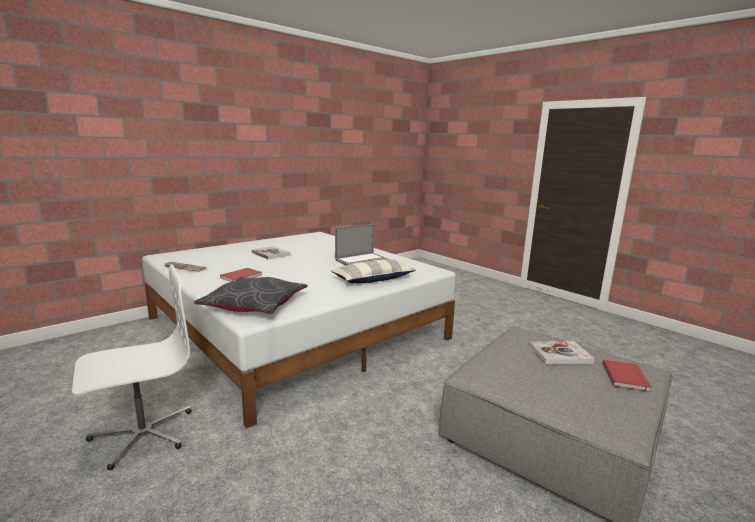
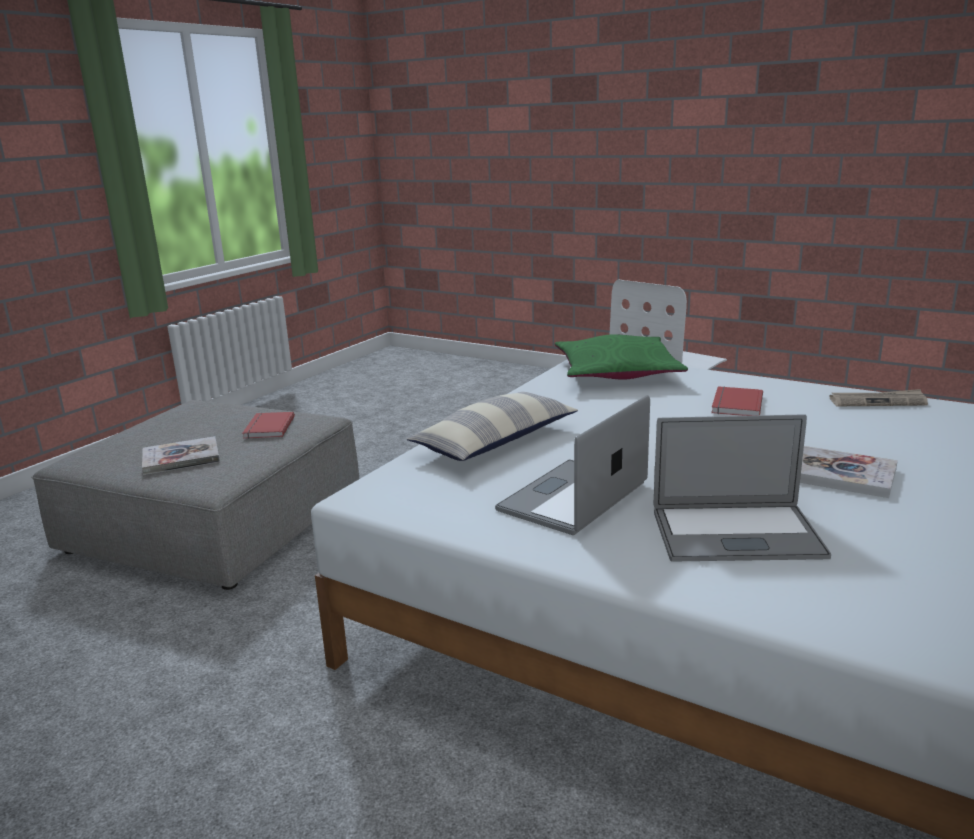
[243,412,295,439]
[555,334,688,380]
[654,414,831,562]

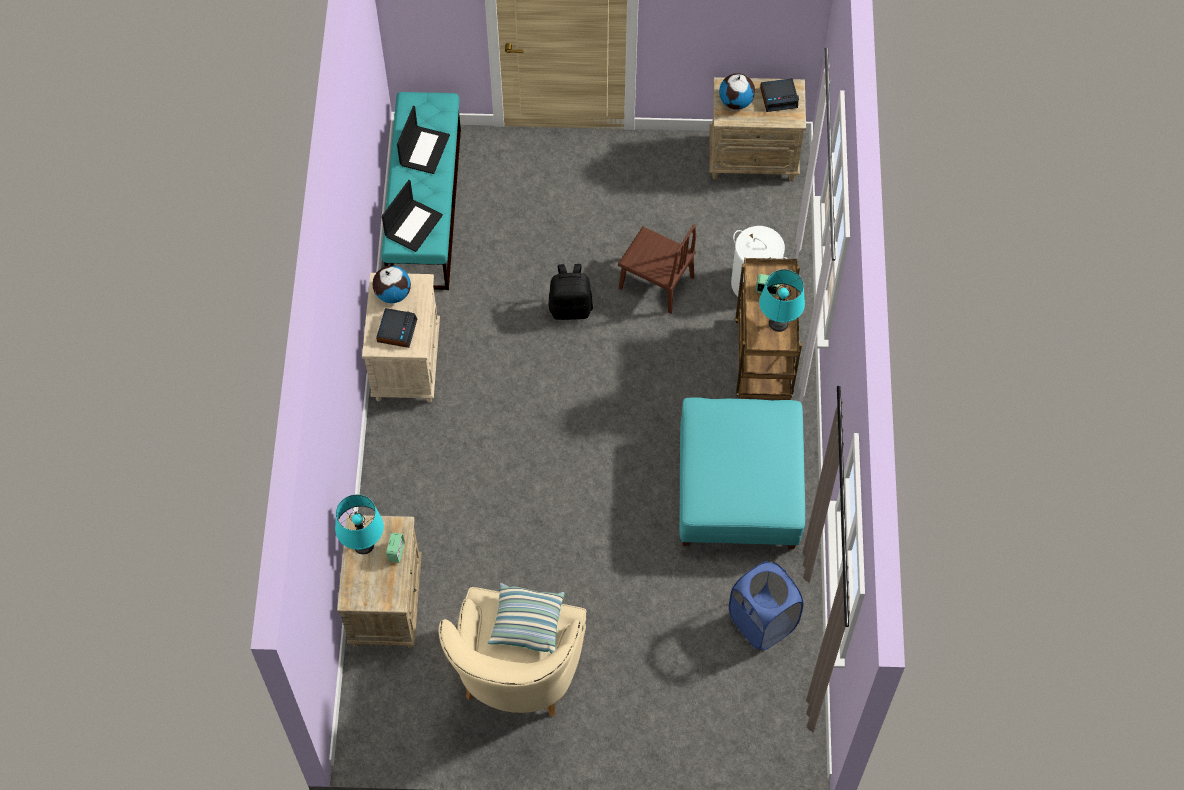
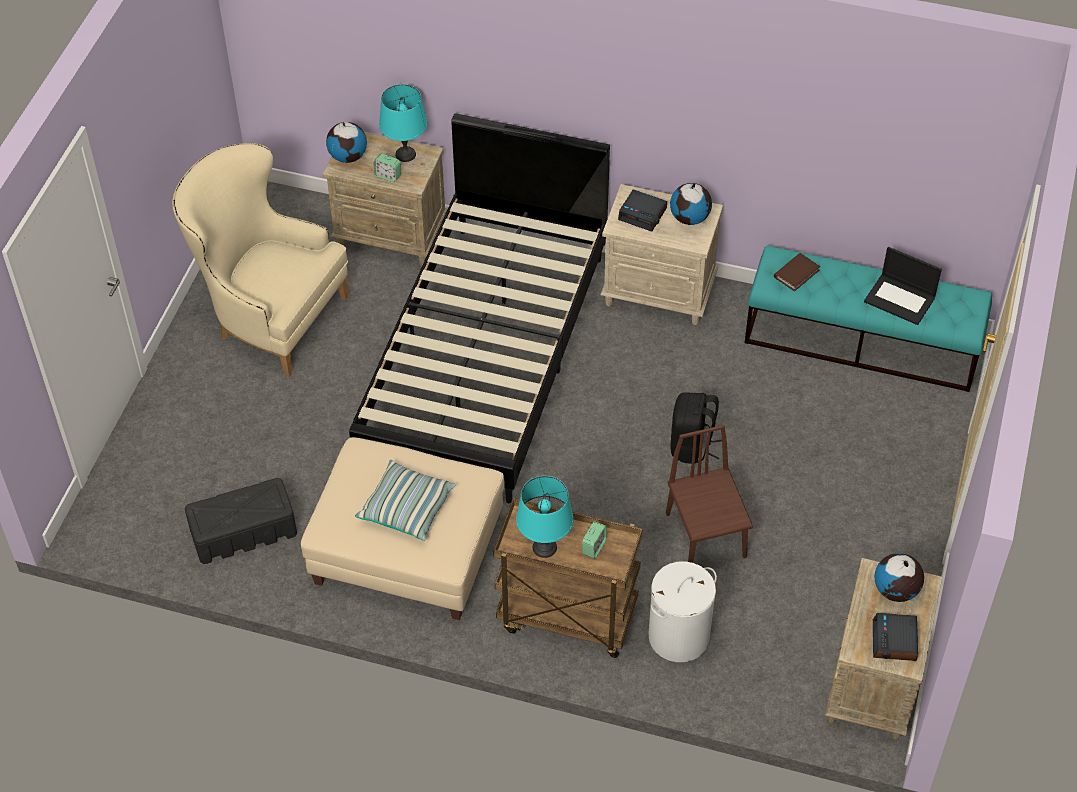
[185,478,297,564]
[301,437,505,620]
[326,121,367,163]
[349,113,610,503]
[355,460,456,541]
[666,425,753,563]
[774,253,820,291]

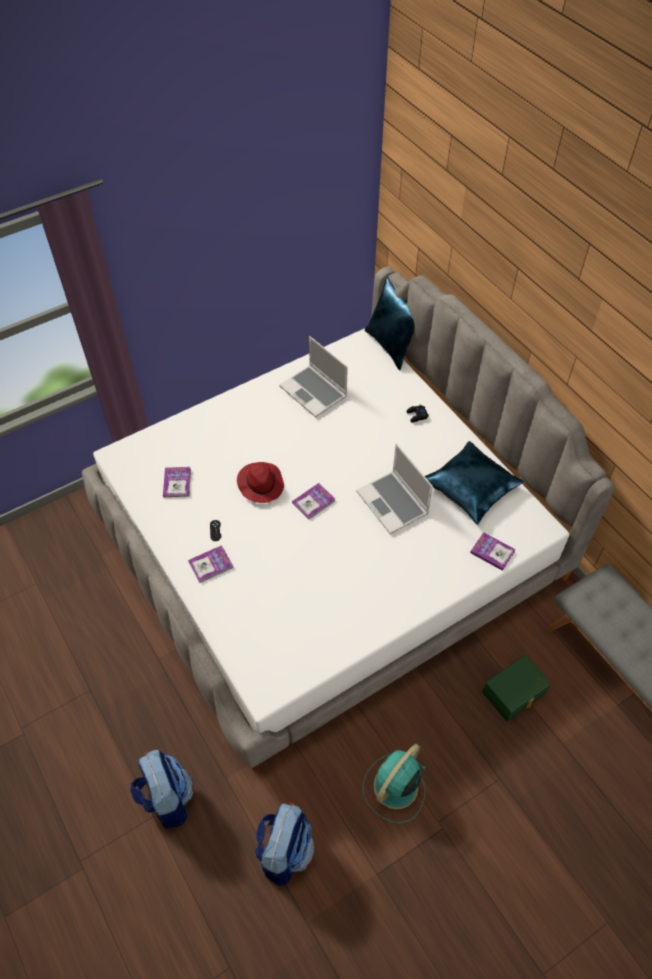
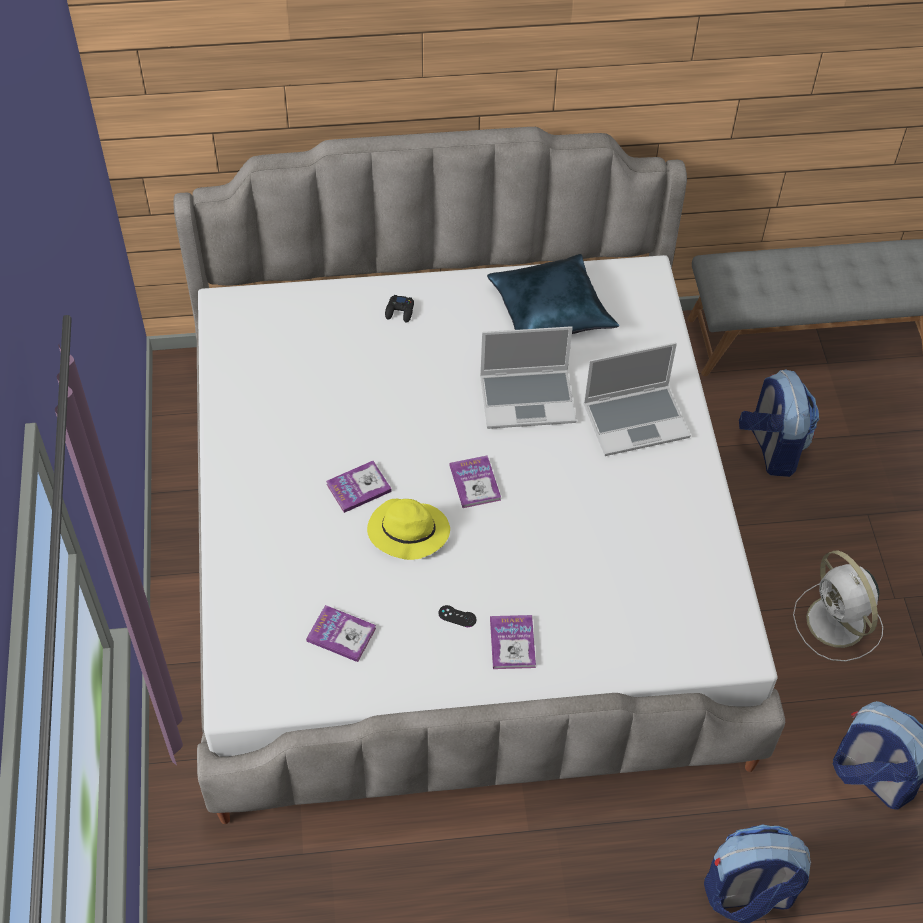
[326,461,392,513]
[367,499,450,560]
[583,343,691,456]
[739,369,819,477]
[793,551,883,661]
[365,277,415,370] (first image)

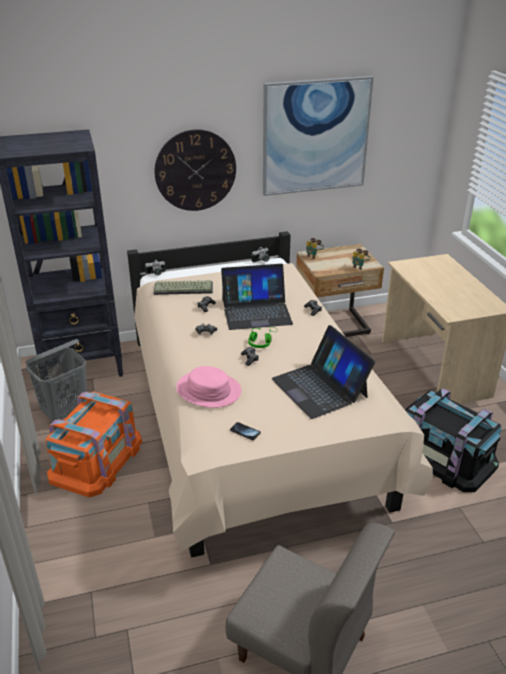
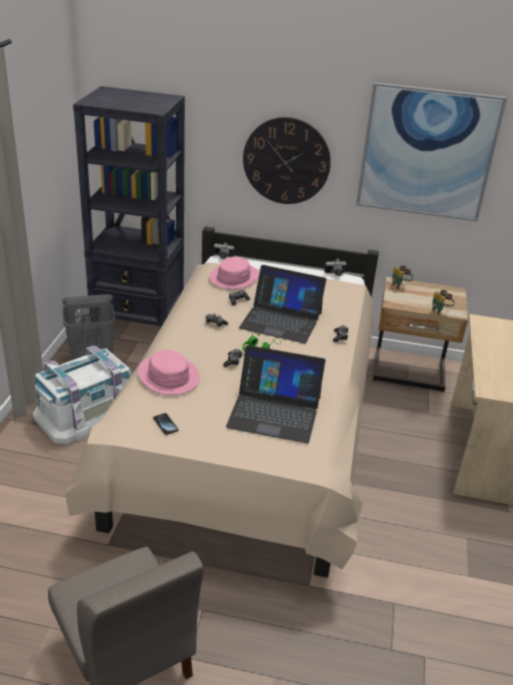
[33,345,131,444]
[209,257,259,289]
[226,345,325,443]
[405,389,501,492] (first image)

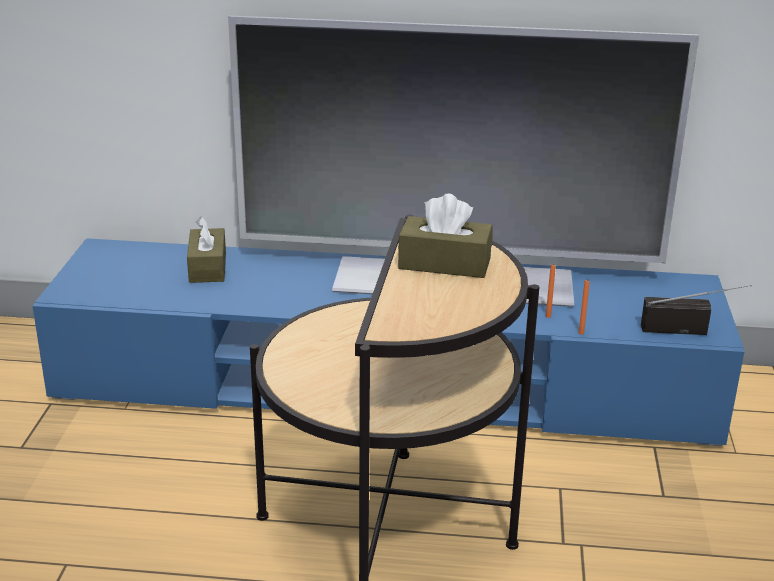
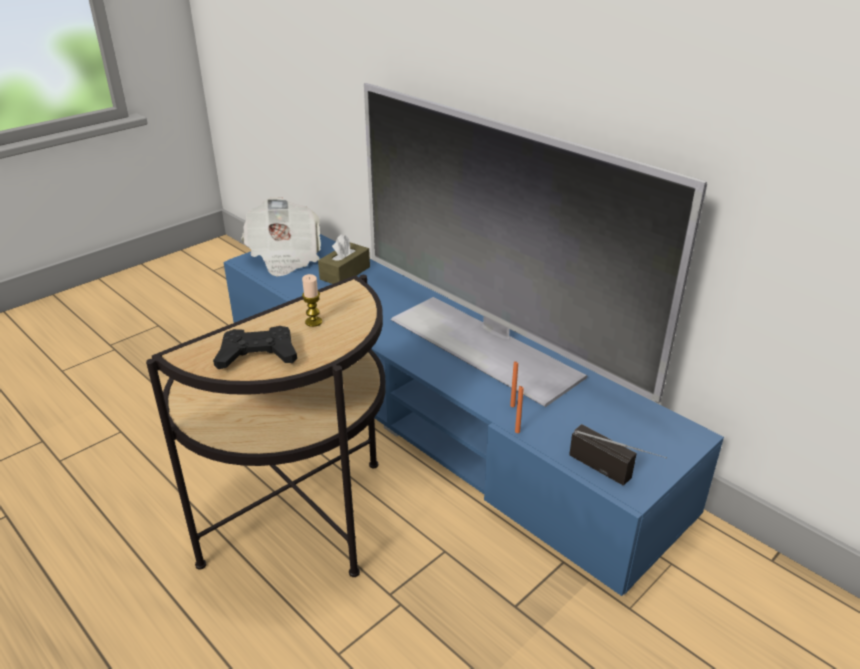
[213,326,297,369]
[242,197,321,277]
[302,274,322,327]

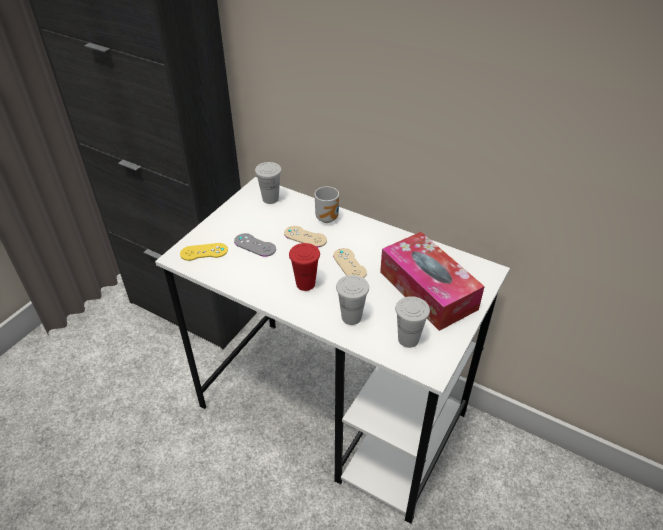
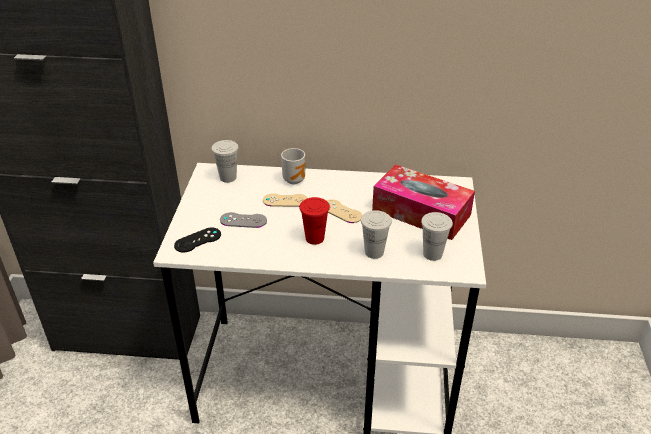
[174,227,221,253]

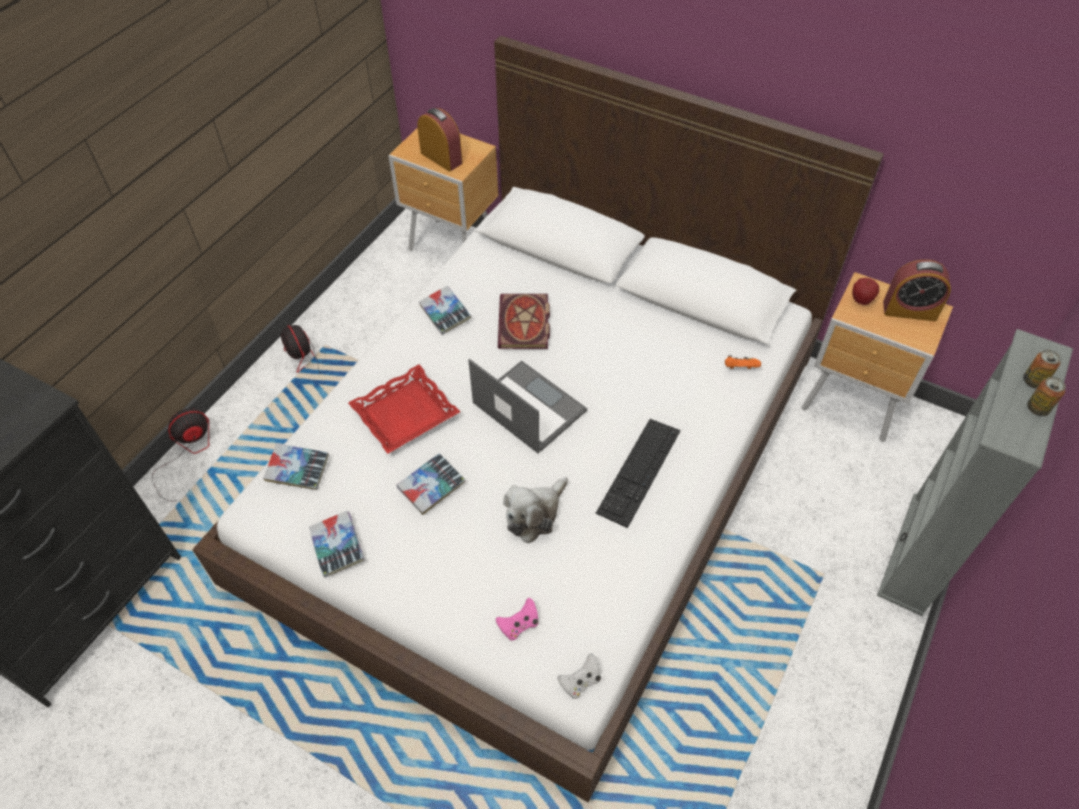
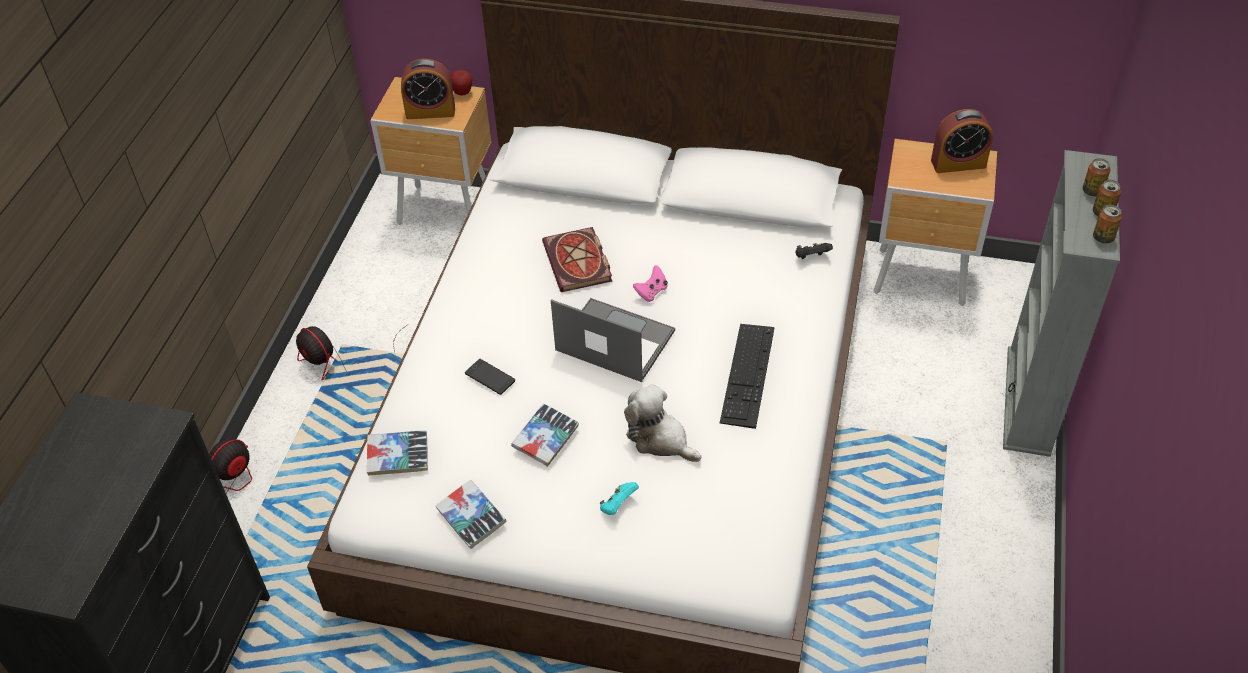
[401,59,455,119]
[450,69,473,96]
[465,359,515,395]
[600,482,639,515]
[624,384,701,462]
[633,265,668,302]
[796,243,833,259]
[1093,205,1122,244]
[419,286,472,335] (first image)
[557,653,601,699] (first image)

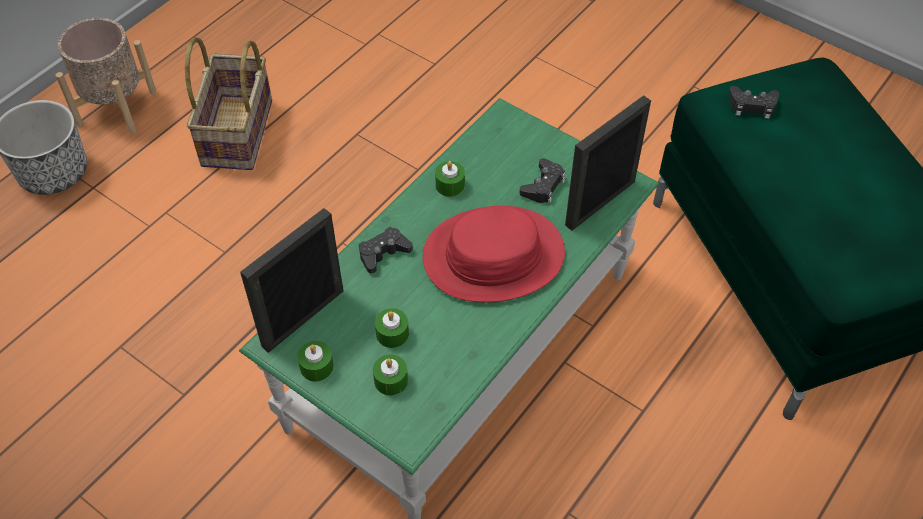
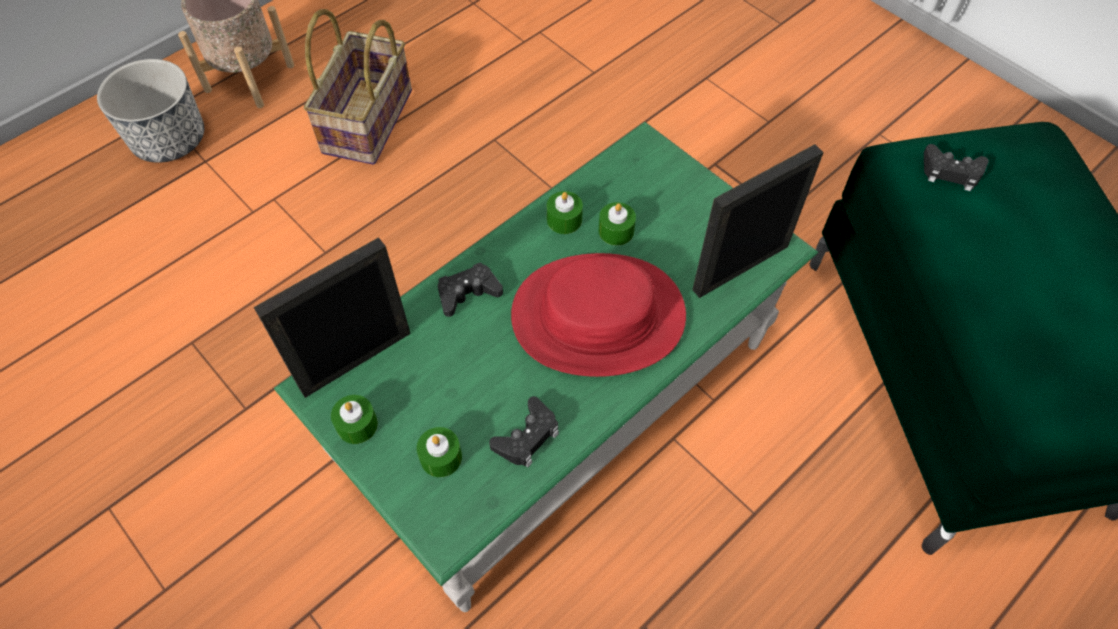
[489,396,559,467]
[599,202,636,246]

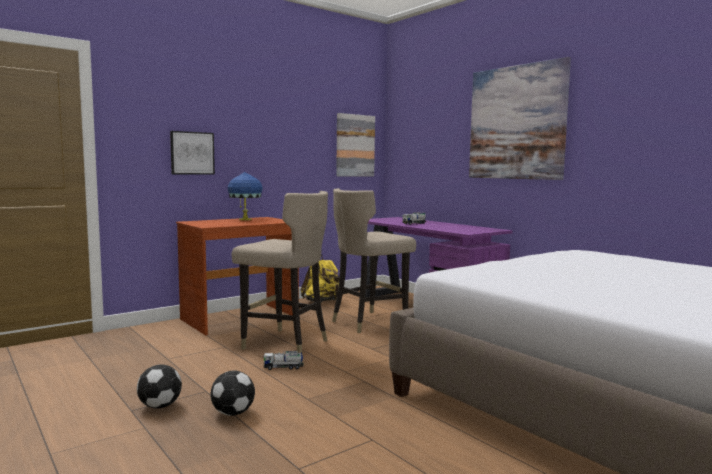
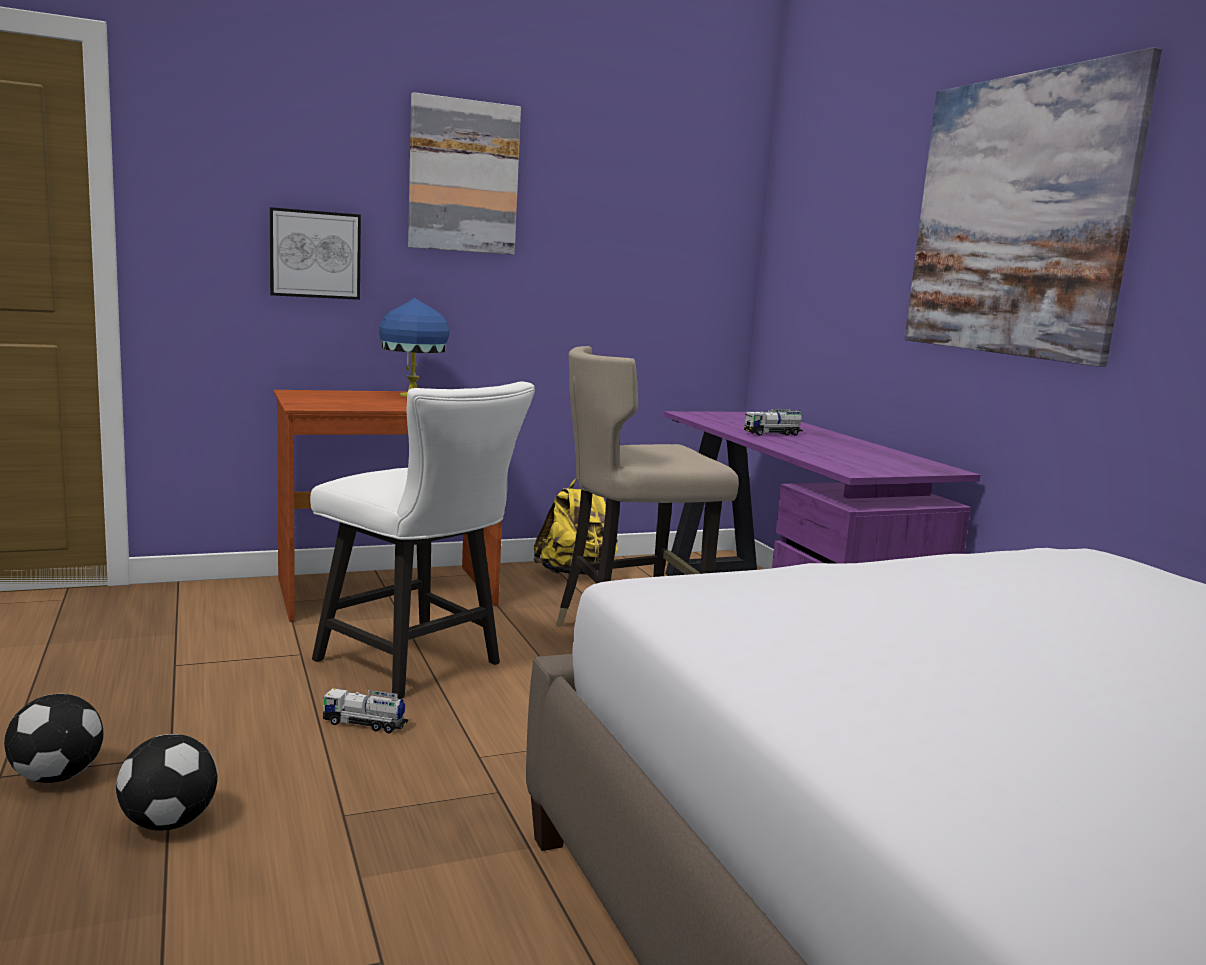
[310,381,535,699]
[408,92,521,255]

